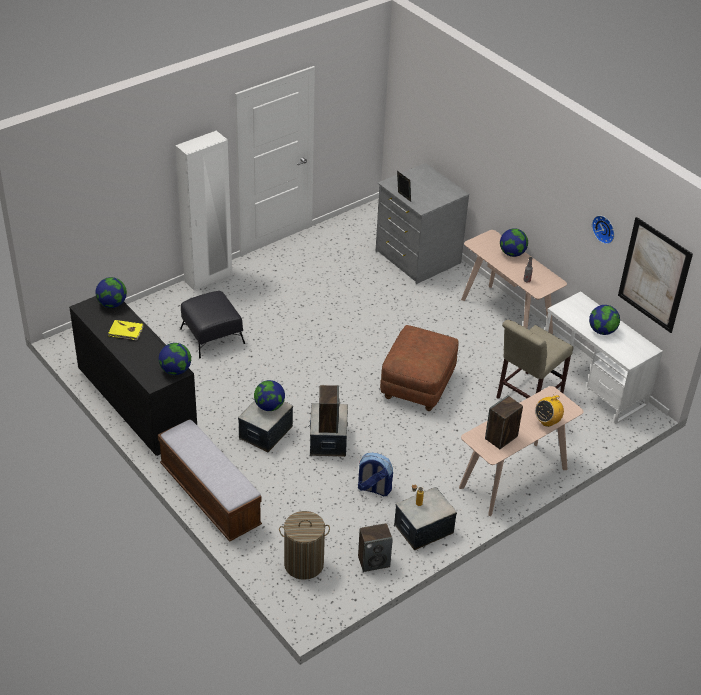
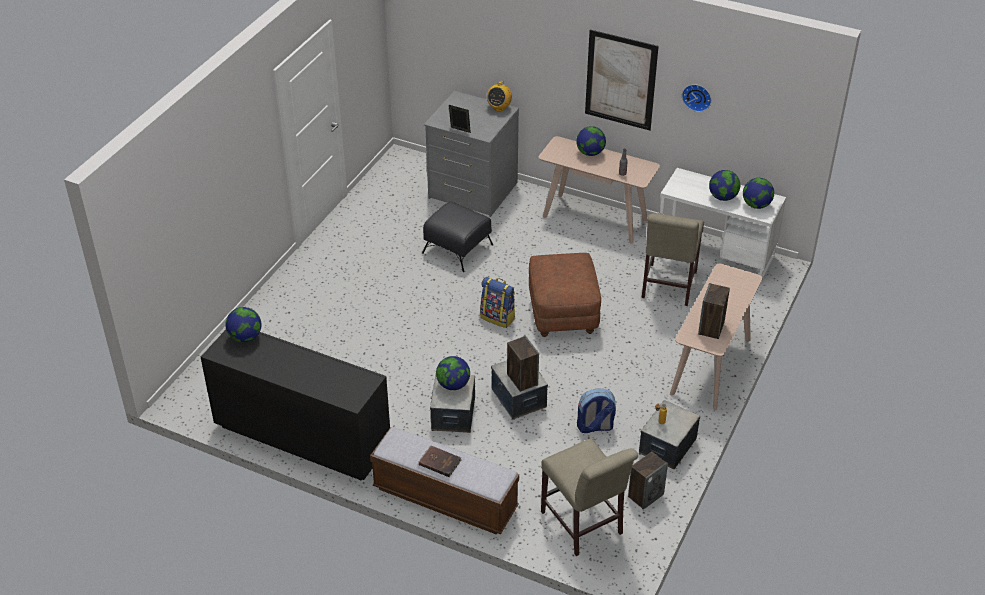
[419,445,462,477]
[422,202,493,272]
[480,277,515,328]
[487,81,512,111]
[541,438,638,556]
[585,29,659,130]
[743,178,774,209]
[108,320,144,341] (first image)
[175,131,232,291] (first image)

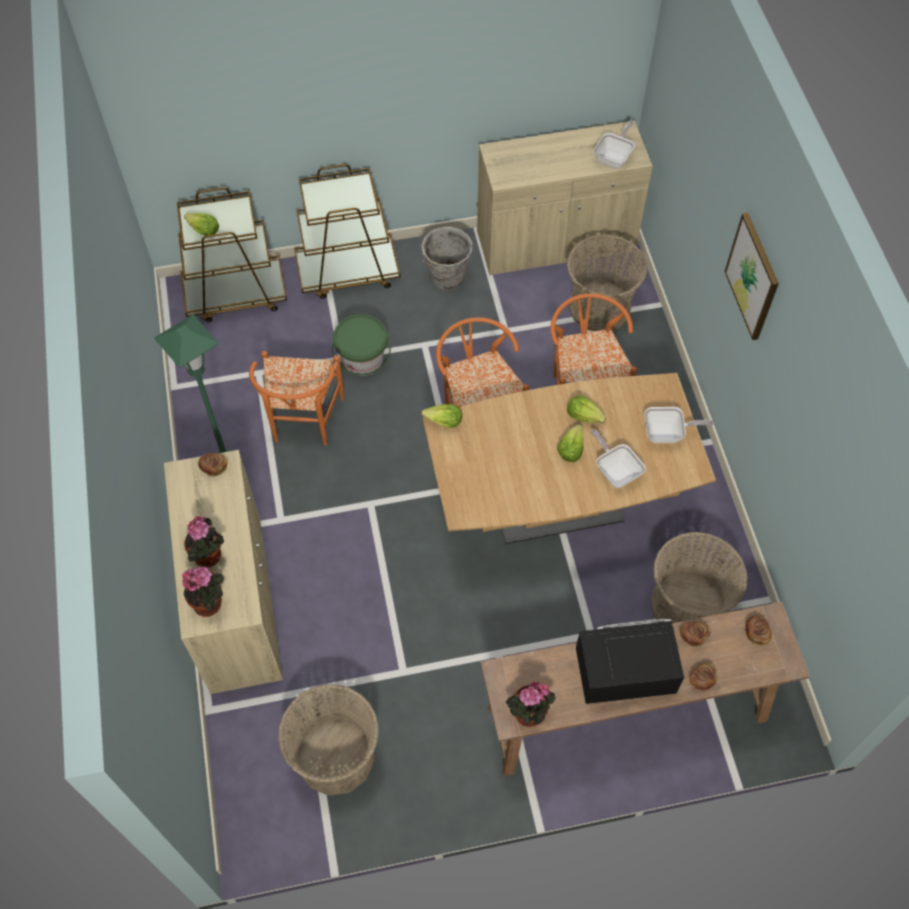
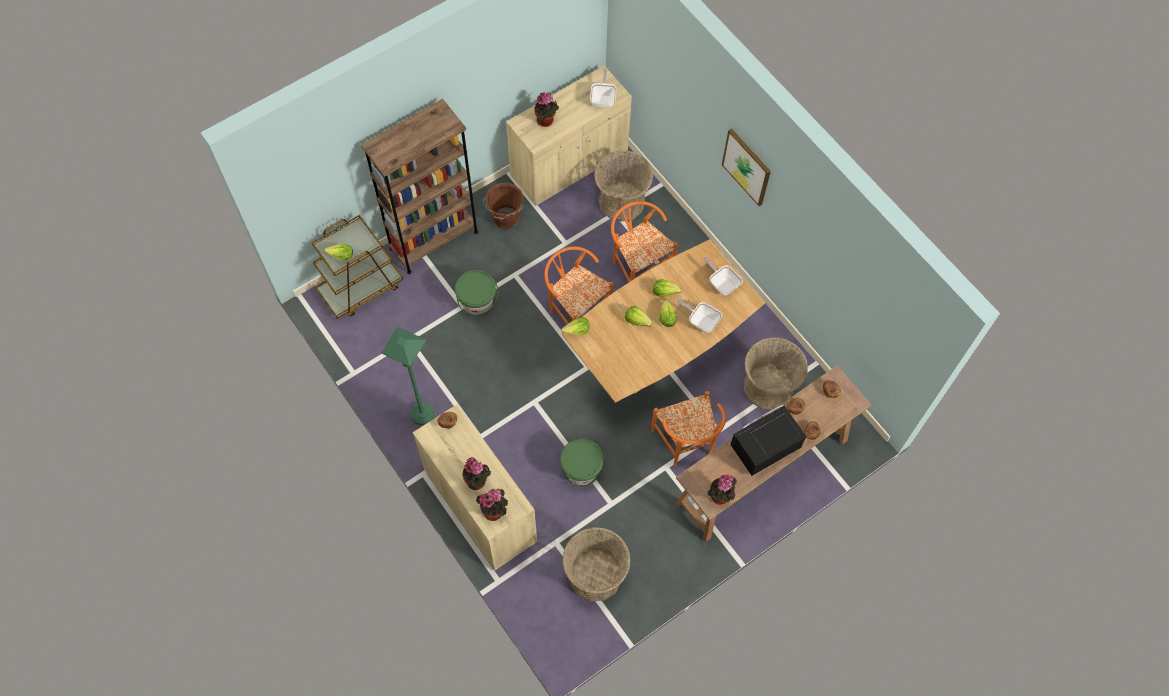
[361,99,478,274]
[483,183,524,229]
[534,92,559,127]
[560,439,604,488]
[625,306,653,327]
[651,391,726,466]
[703,257,743,296]

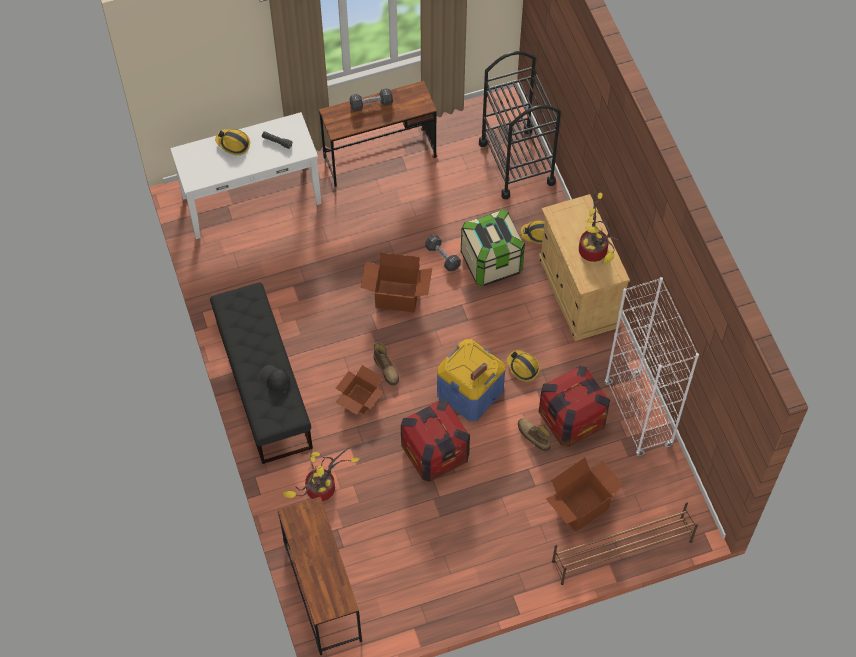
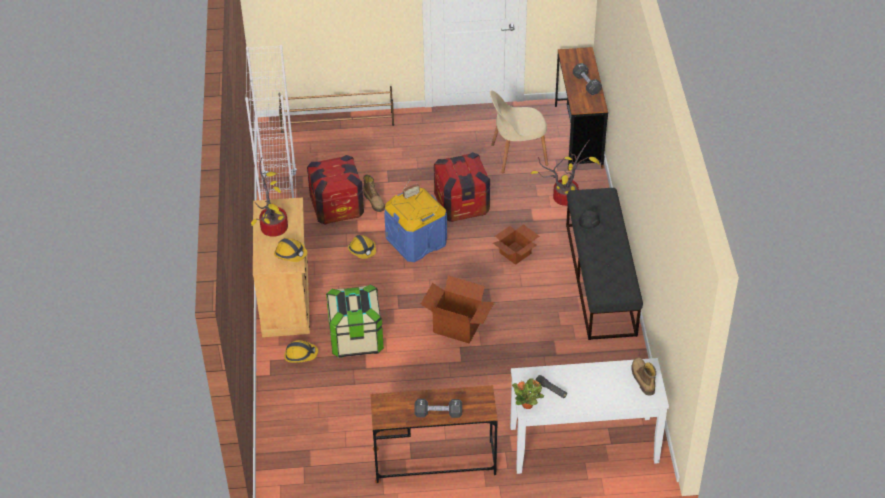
[274,238,308,262]
[490,90,548,173]
[512,378,544,409]
[573,63,602,95]
[631,358,656,396]
[479,51,561,199] (first image)
[546,457,623,532] (first image)

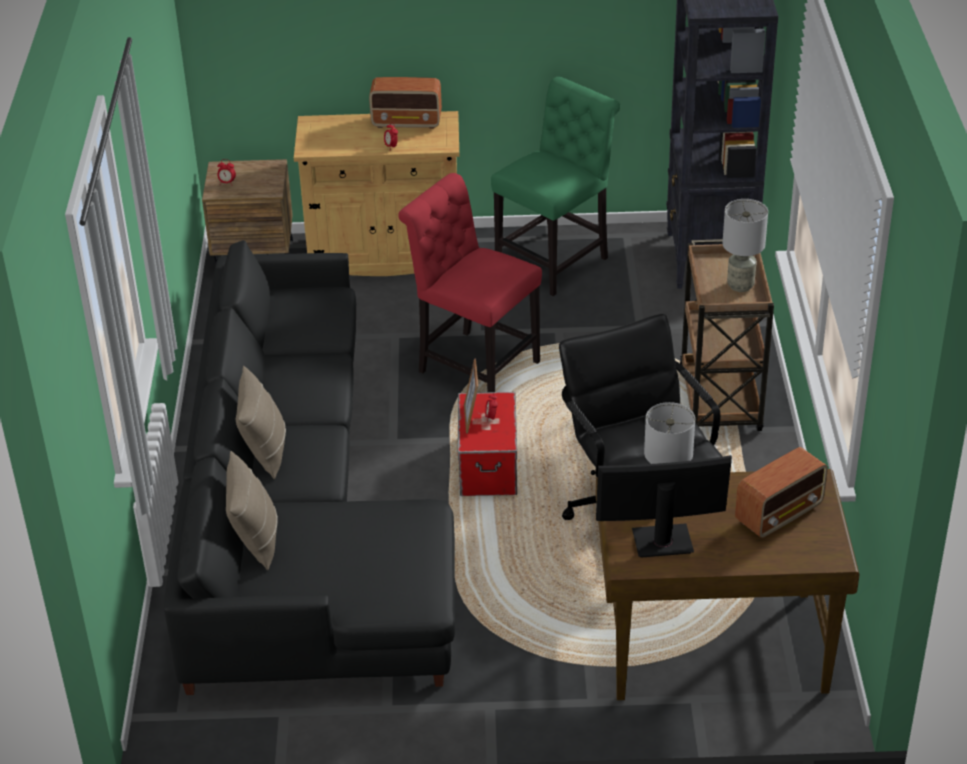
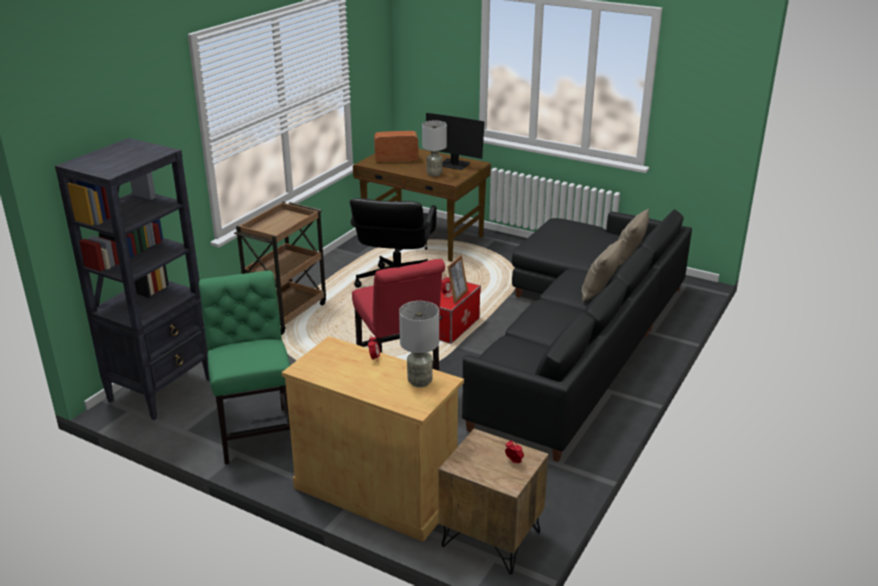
[199,271,291,465]
[399,301,439,388]
[369,77,442,129] (first image)

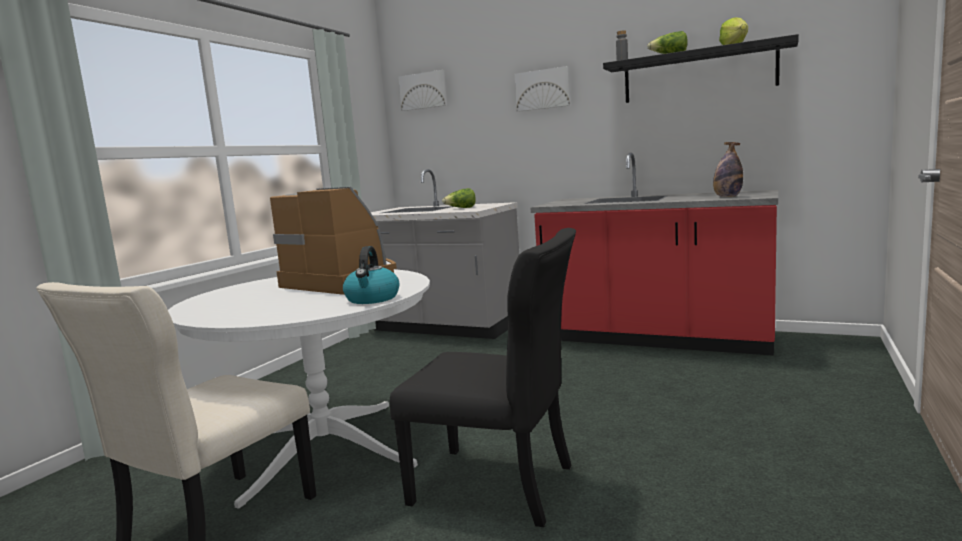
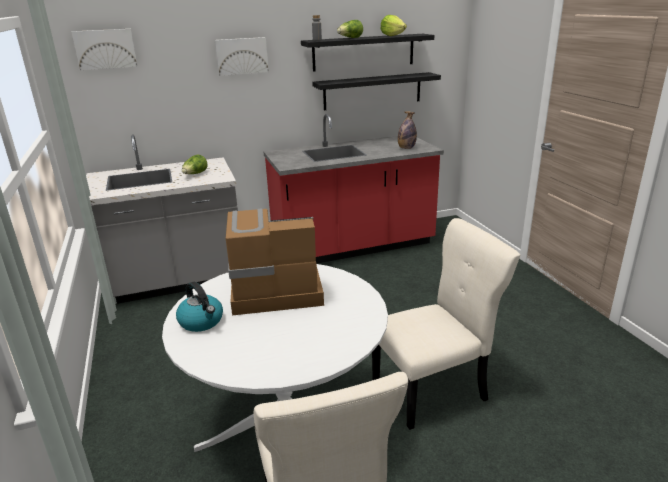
[176,282,223,332]
[312,72,441,110]
[372,218,520,430]

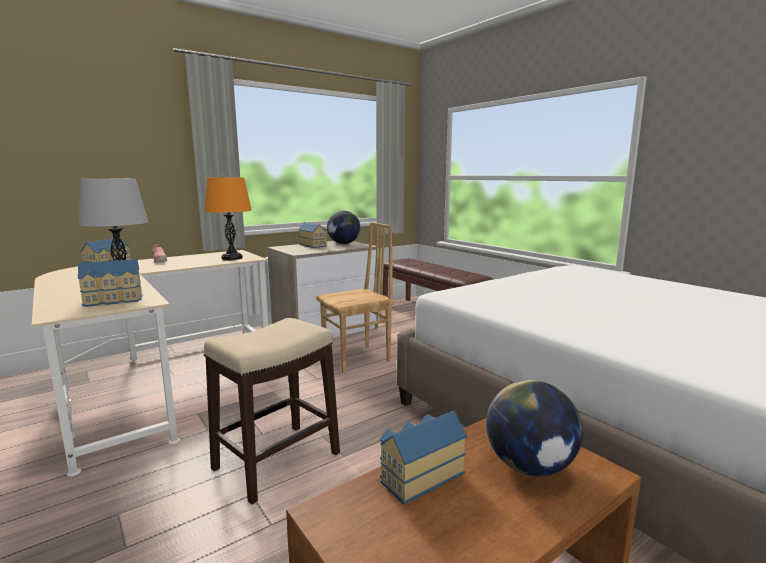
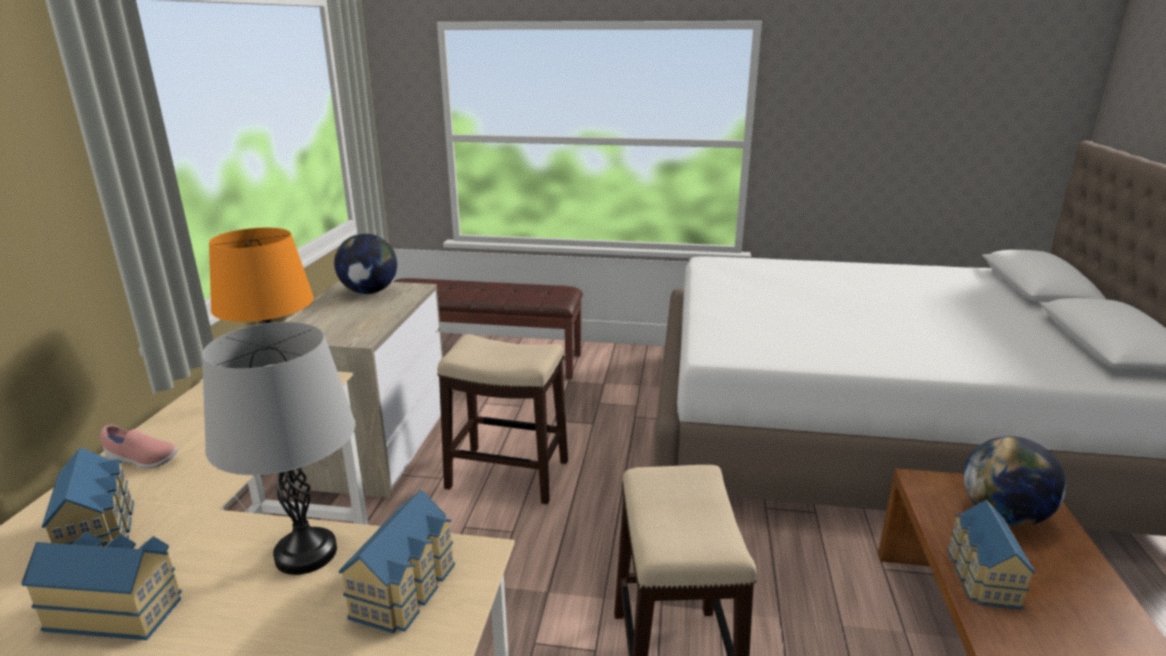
[21,532,182,640]
[437,334,568,504]

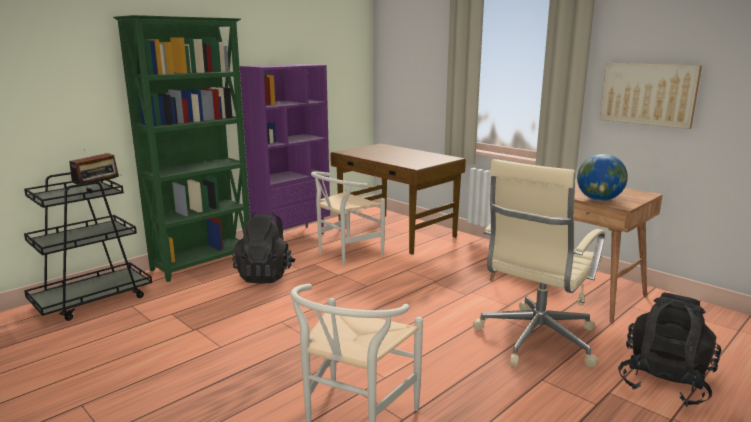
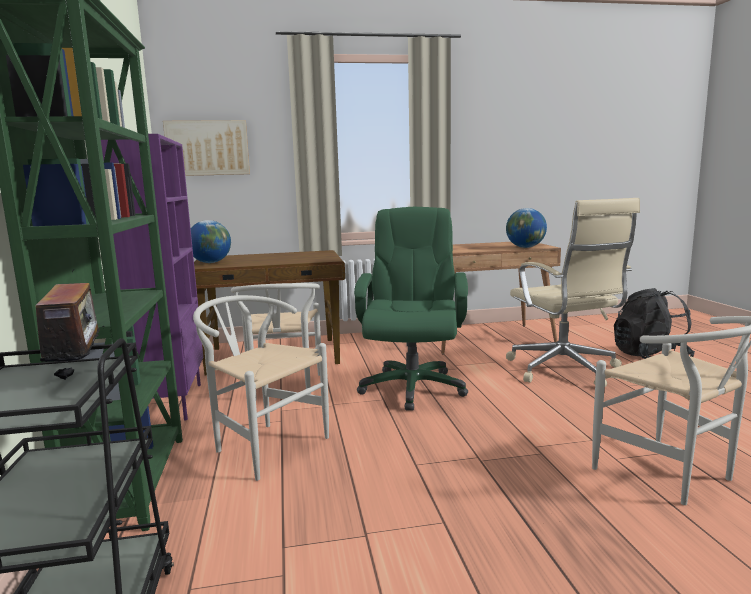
[163,120,250,176]
[191,220,231,263]
[193,295,329,481]
[354,207,468,411]

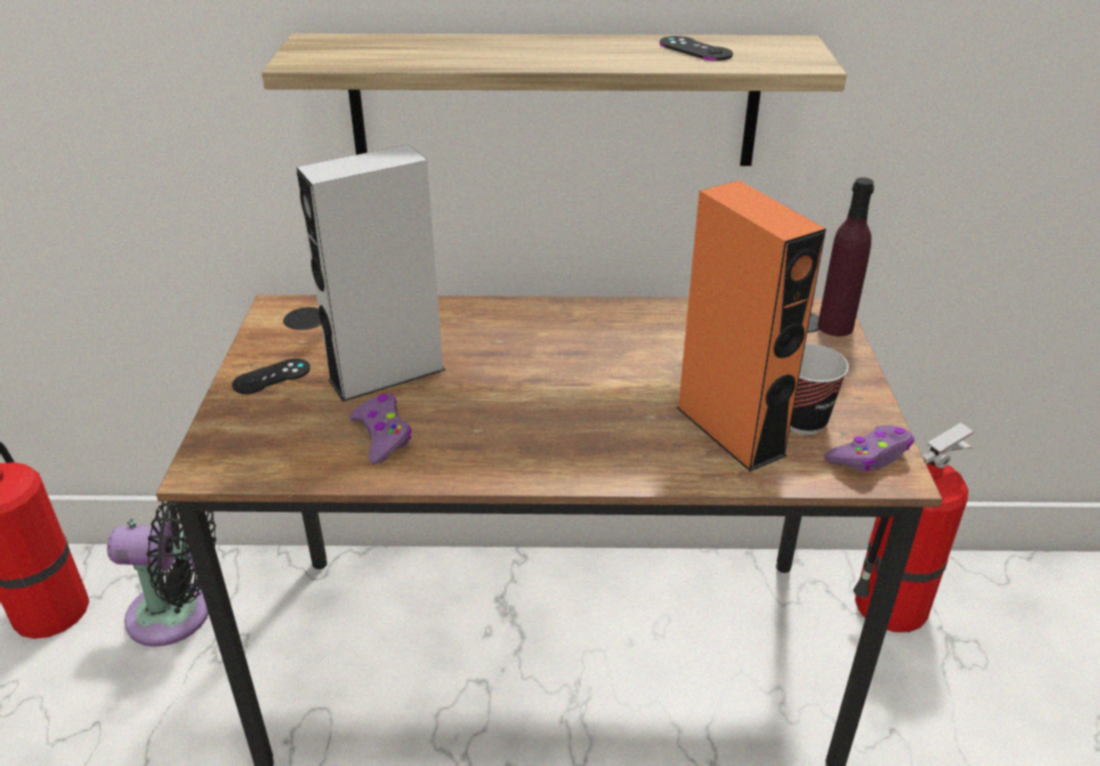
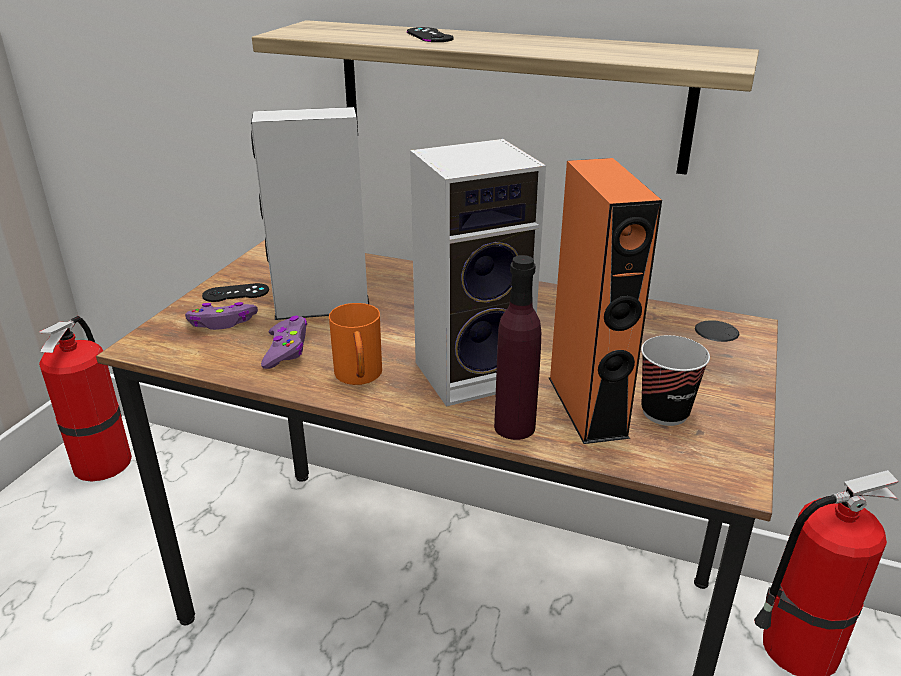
[185,302,258,330]
[329,303,382,385]
[407,27,454,42]
[410,139,546,407]
[494,255,541,440]
[107,501,216,647] (first image)

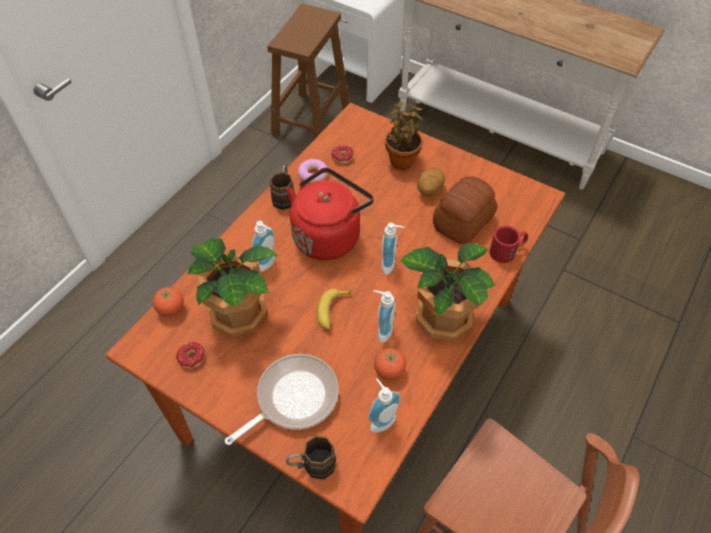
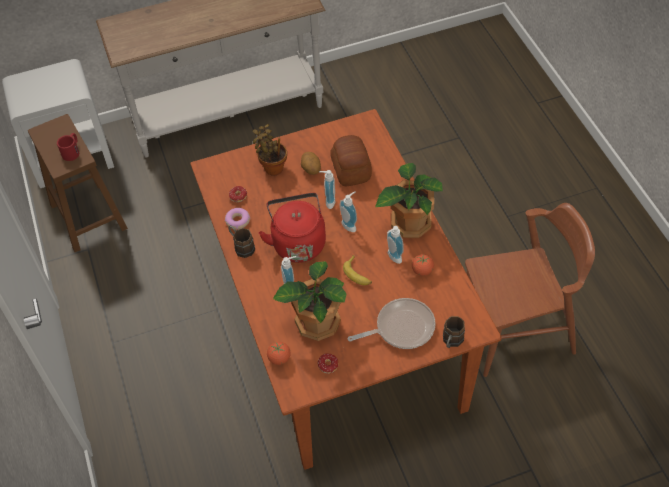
[57,133,79,161]
[319,170,336,209]
[348,298,436,349]

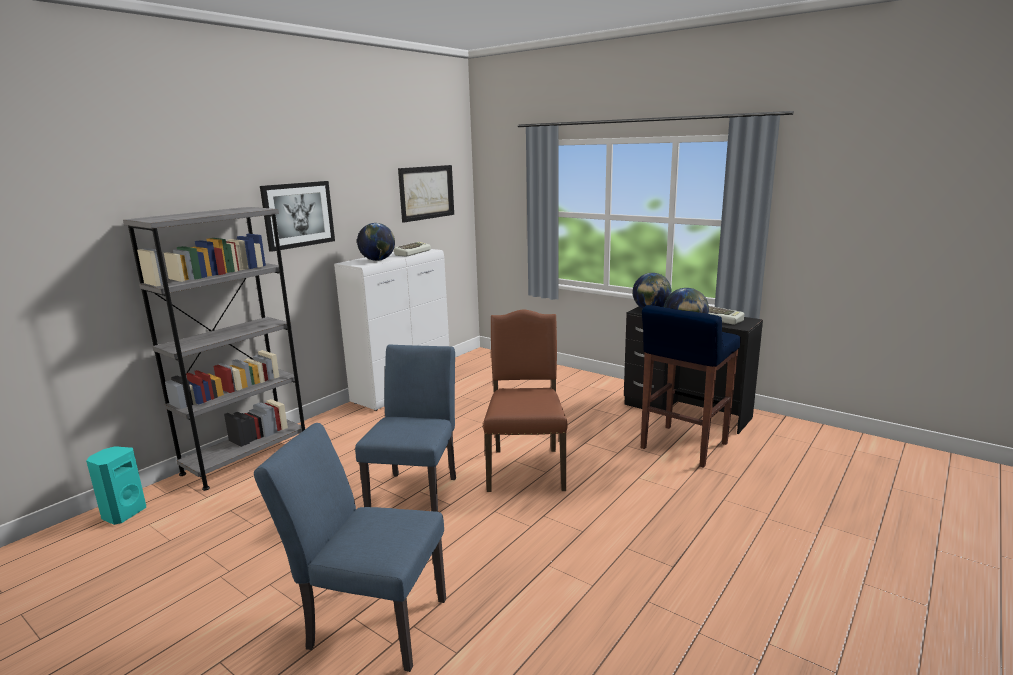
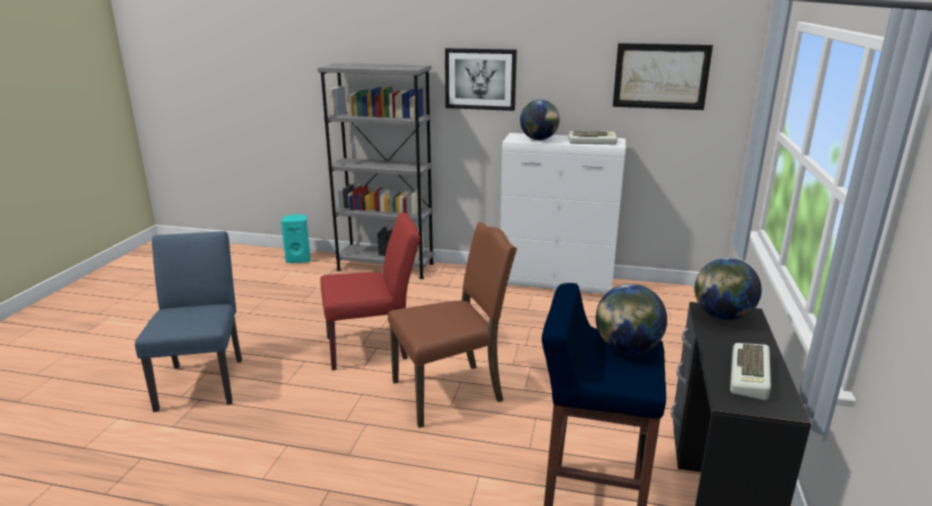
[320,212,420,371]

